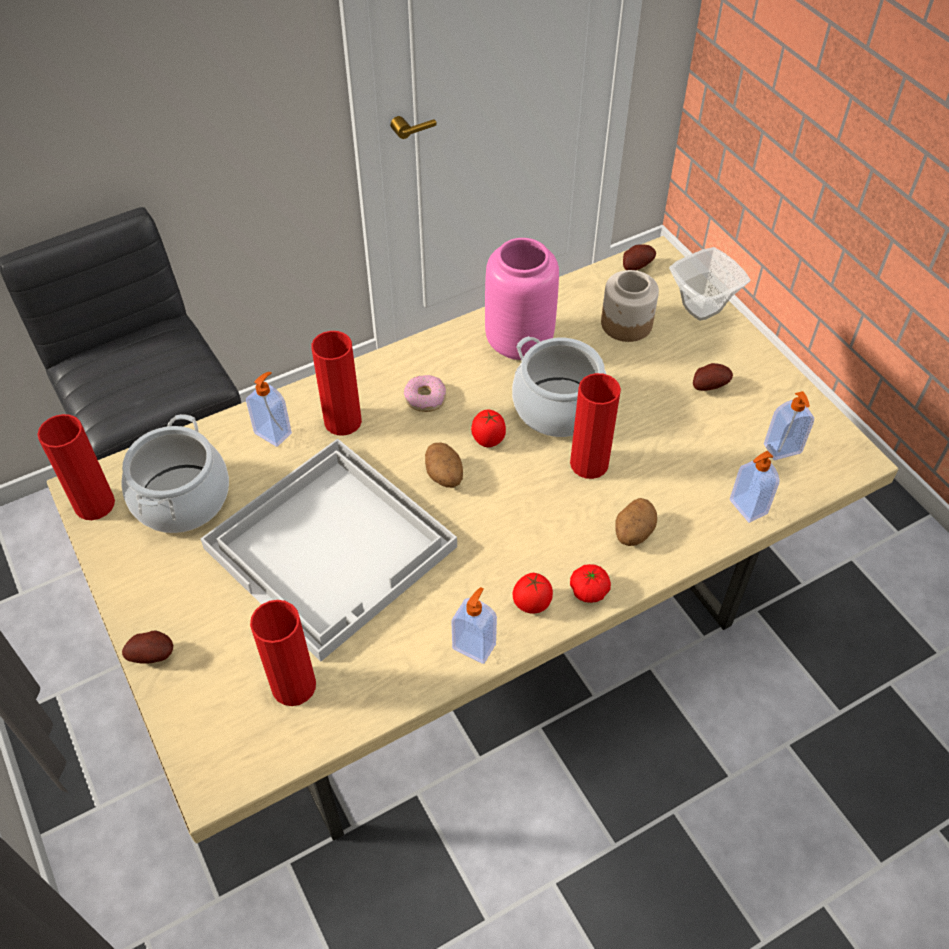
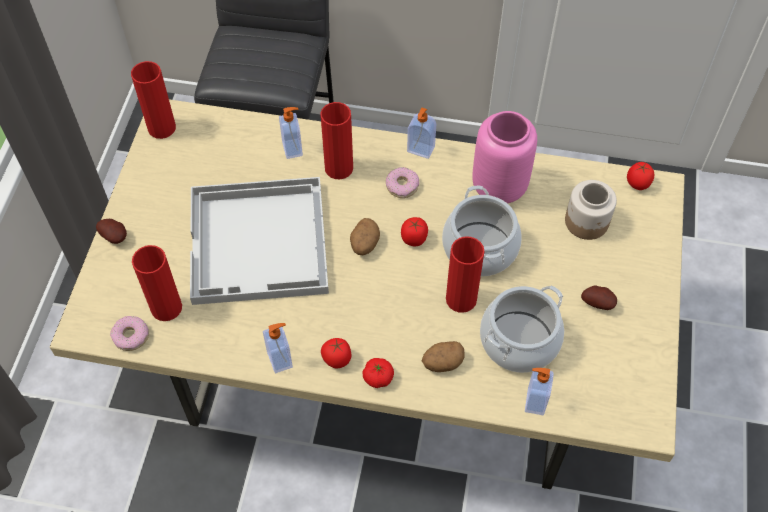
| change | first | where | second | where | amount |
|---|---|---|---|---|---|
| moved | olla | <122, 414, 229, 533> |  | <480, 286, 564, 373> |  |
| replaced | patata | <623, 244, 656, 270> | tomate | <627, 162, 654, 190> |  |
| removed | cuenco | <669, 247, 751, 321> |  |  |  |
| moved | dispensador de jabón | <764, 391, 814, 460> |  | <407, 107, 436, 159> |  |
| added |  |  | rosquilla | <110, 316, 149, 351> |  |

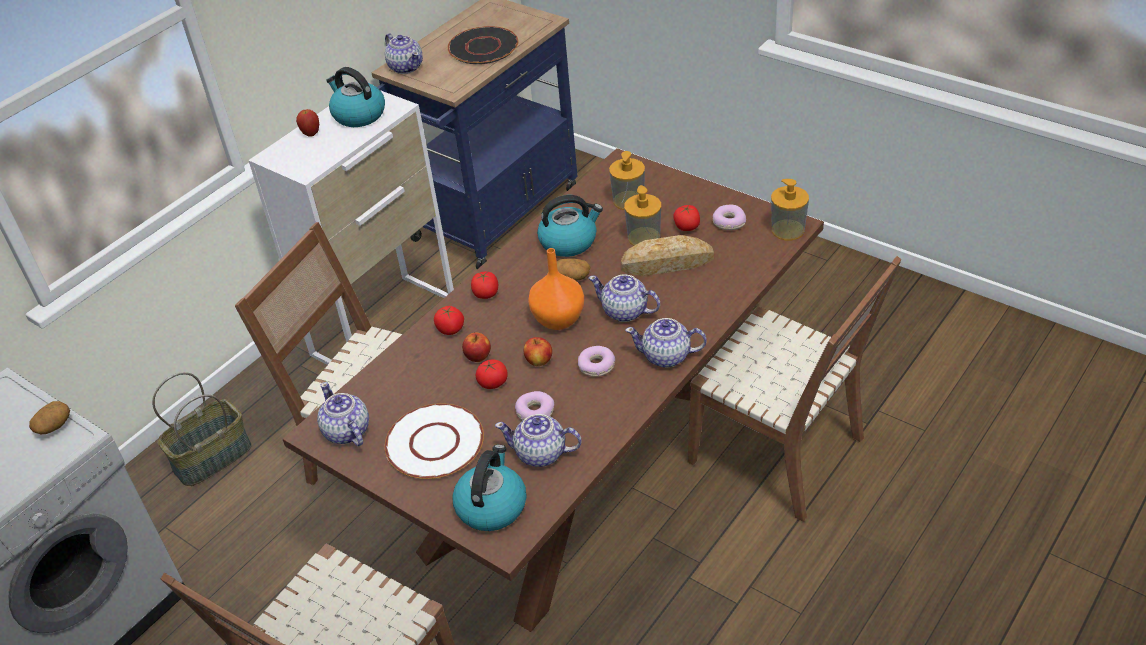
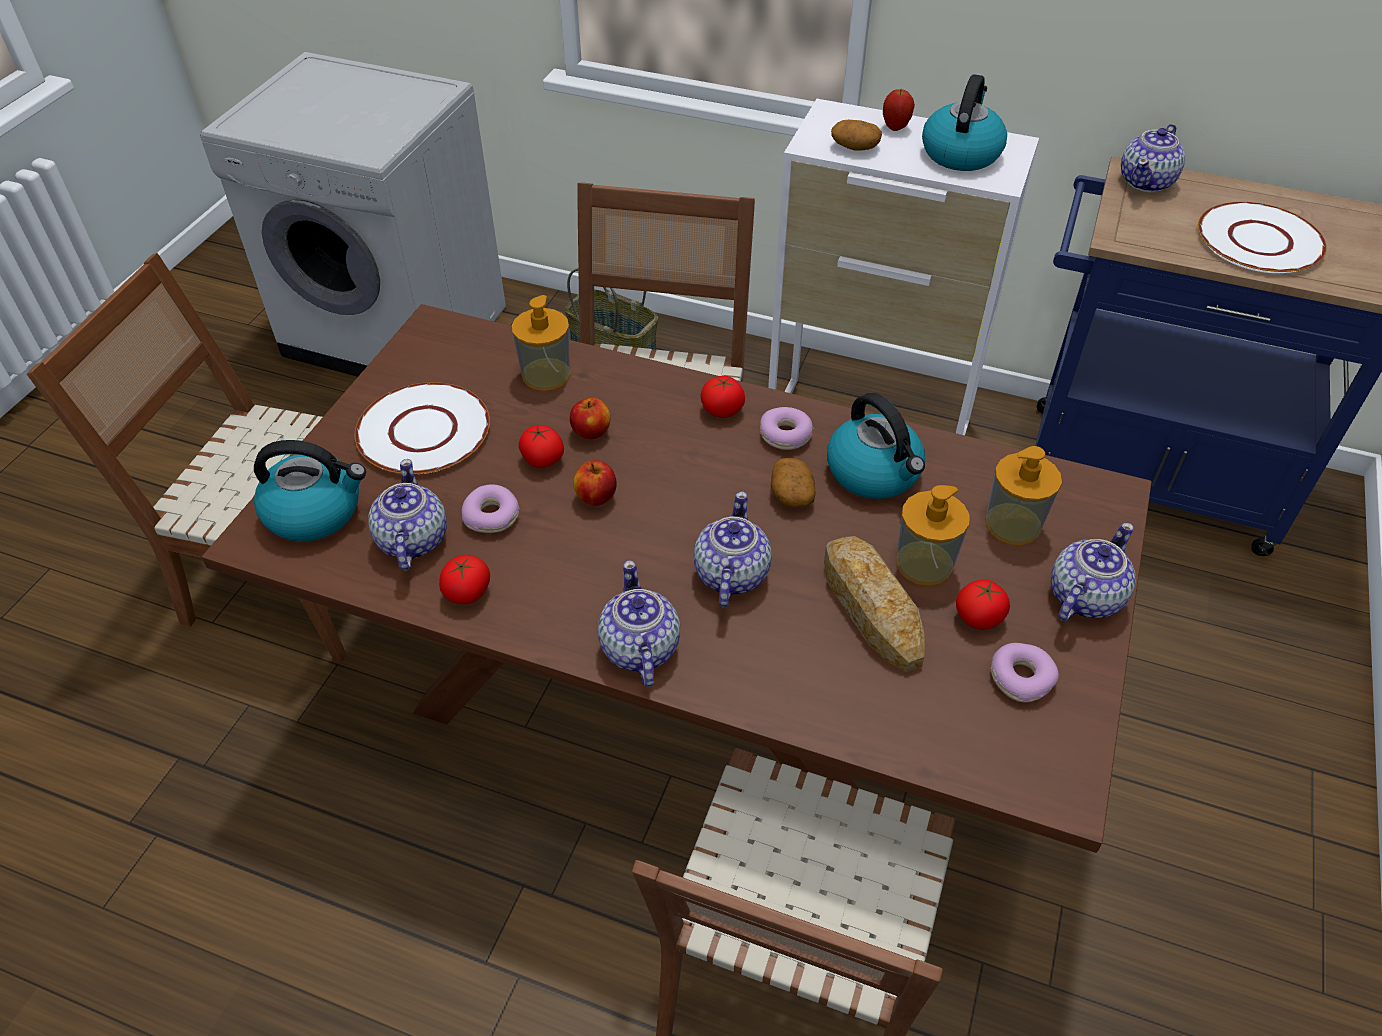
| change | first | where | second | where | amount |
|---|---|---|---|---|---|
| moved | patata | <29, 401, 70, 434> |  | <831, 120, 882, 151> |  |
| moved | tetera | <317, 382, 369, 446> |  | <1051, 522, 1136, 621> |  |
| moved | tomate | <434, 306, 464, 335> |  | <439, 555, 490, 604> |  |
| recoloured | plato/negro | <447, 26, 518, 64> | plato/blanco | <1198, 202, 1327, 273> |  |
| removed | florero/naranja | <528, 248, 584, 330> |  |  |  |
| moved | rosquilla | <578, 346, 615, 377> |  | <760, 407, 814, 450> |  |
| moved | dispensador de jabón | <771, 179, 809, 240> |  | <512, 295, 571, 391> |  |

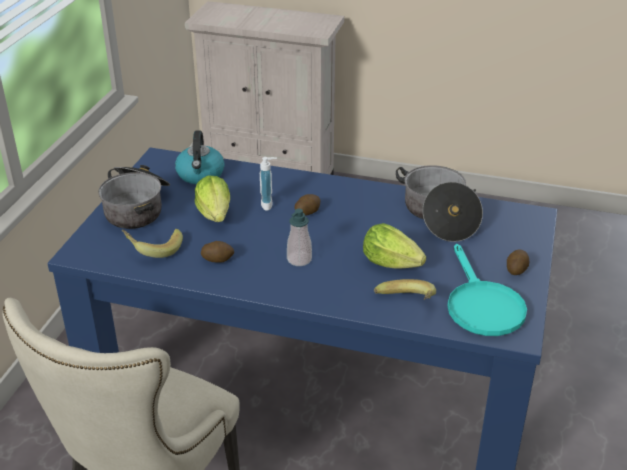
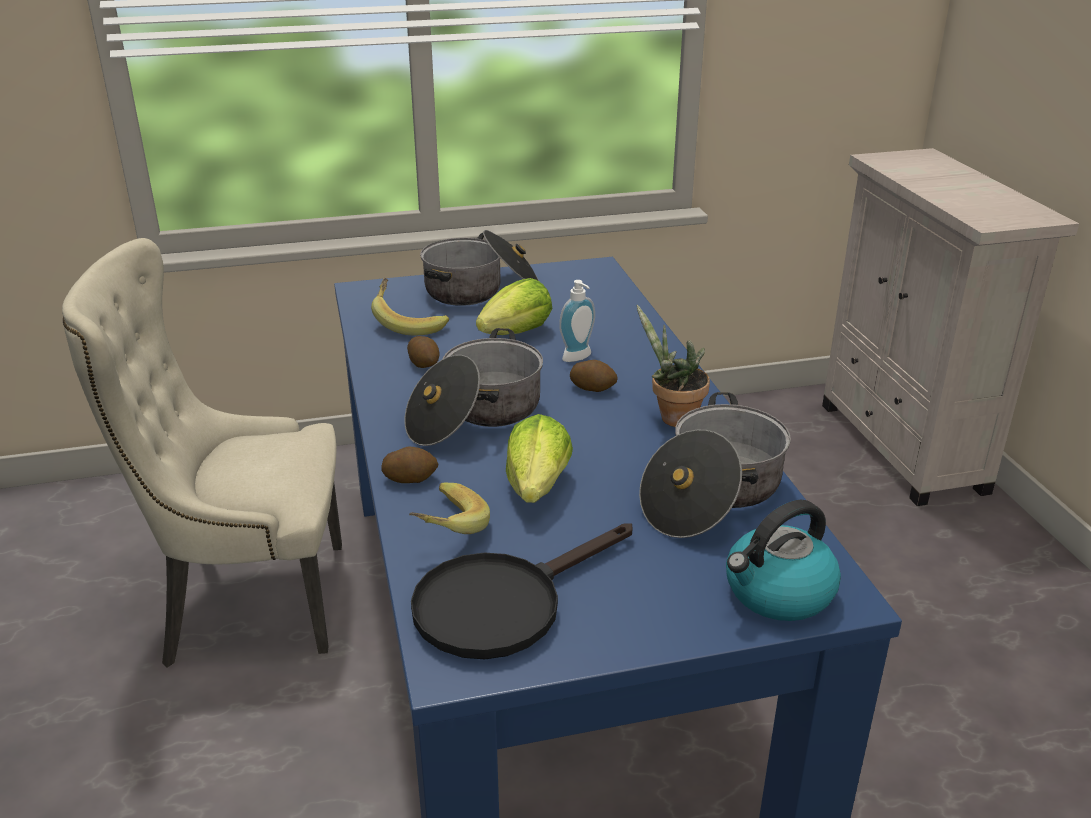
| change | first | where | second | where | amount |
|---|---|---|---|---|---|
| moved | hervidor | <175, 131, 225, 184> |  | <726, 500, 841, 621> |  |
| replaced | dispensador de jabón | <287, 209, 312, 266> | olla | <404, 328, 543, 446> |  |
| recoloured | sartén/turquesa | <448, 244, 527, 336> | sartén/negro | <411, 523, 632, 659> |  |
| moved | patata | <507, 250, 529, 275> |  | <381, 447, 438, 483> |  |
| added |  |  | planta en maceta | <637, 305, 710, 427> |  |

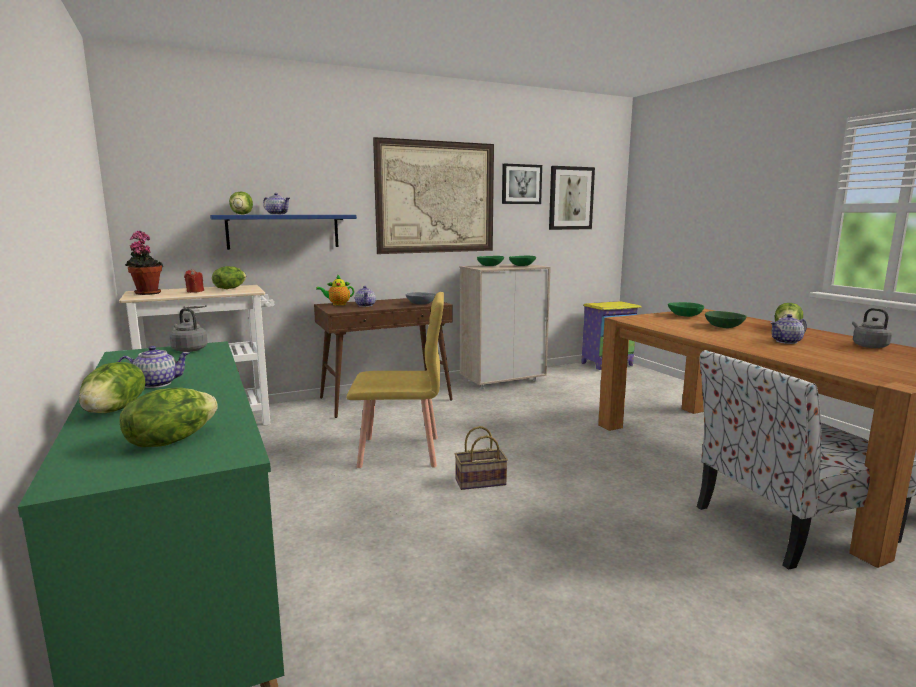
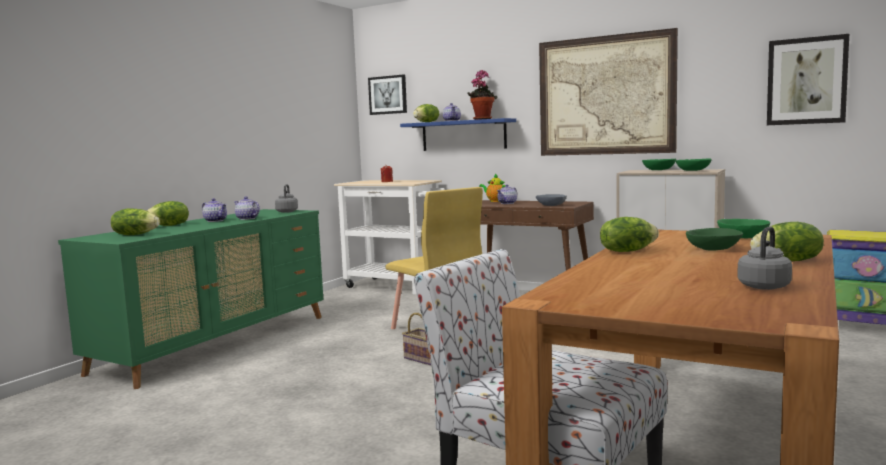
| change | first | where | second | where | amount |
|---|---|---|---|---|---|
| moved | planta en maceta | <125, 231, 164, 295> |  | <467, 70, 498, 120> |  |
| moved | lechuga | <212, 266, 246, 289> |  | <600, 217, 659, 252> |  |
| moved | cuadro | <502, 164, 542, 204> |  | <368, 74, 407, 115> |  |
| moved | tetera | <770, 314, 807, 344> |  | <234, 196, 260, 220> |  |

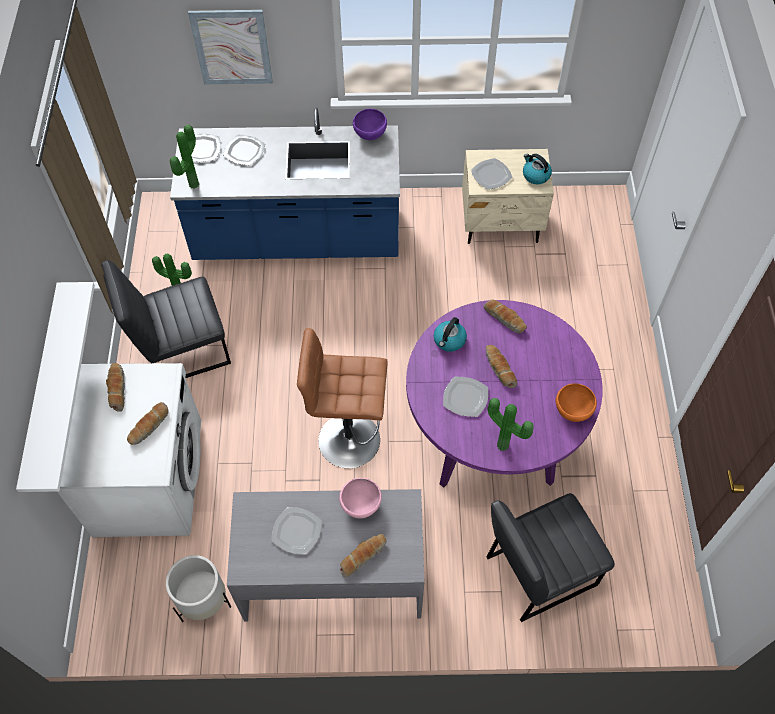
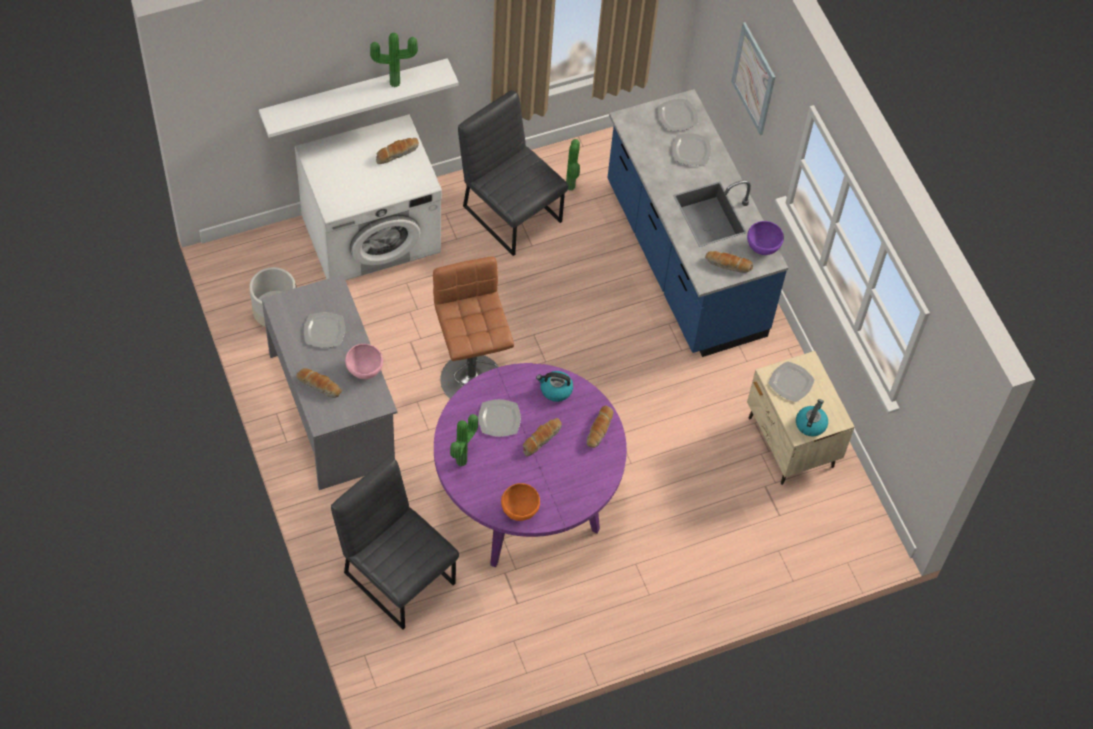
| change | first | where | second | where | amount |
|---|---|---|---|---|---|
| moved | pan | <127, 402, 169, 445> |  | <705, 251, 753, 273> |  |
| moved | planta en maceta | <170, 125, 199, 189> |  | <370, 33, 418, 87> |  |

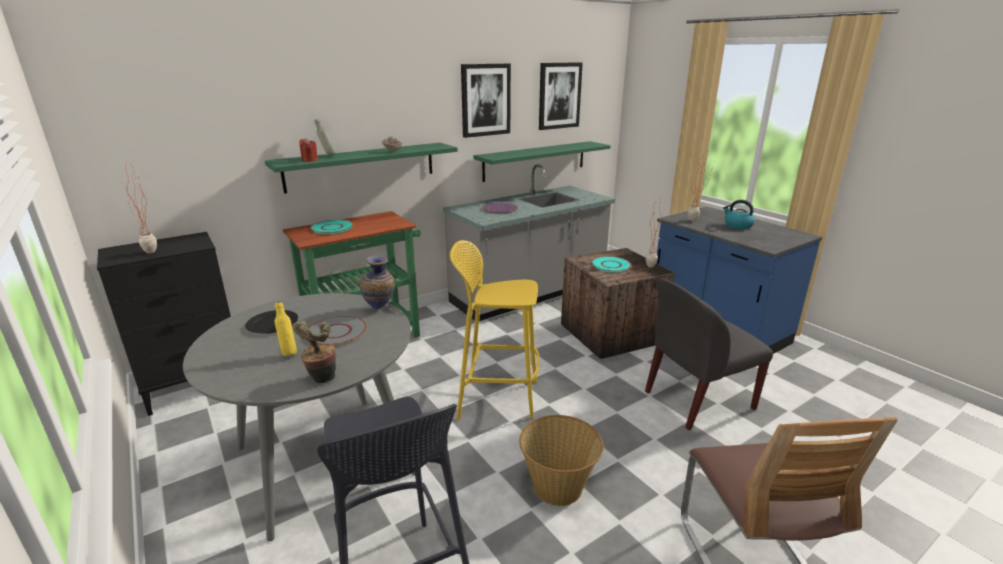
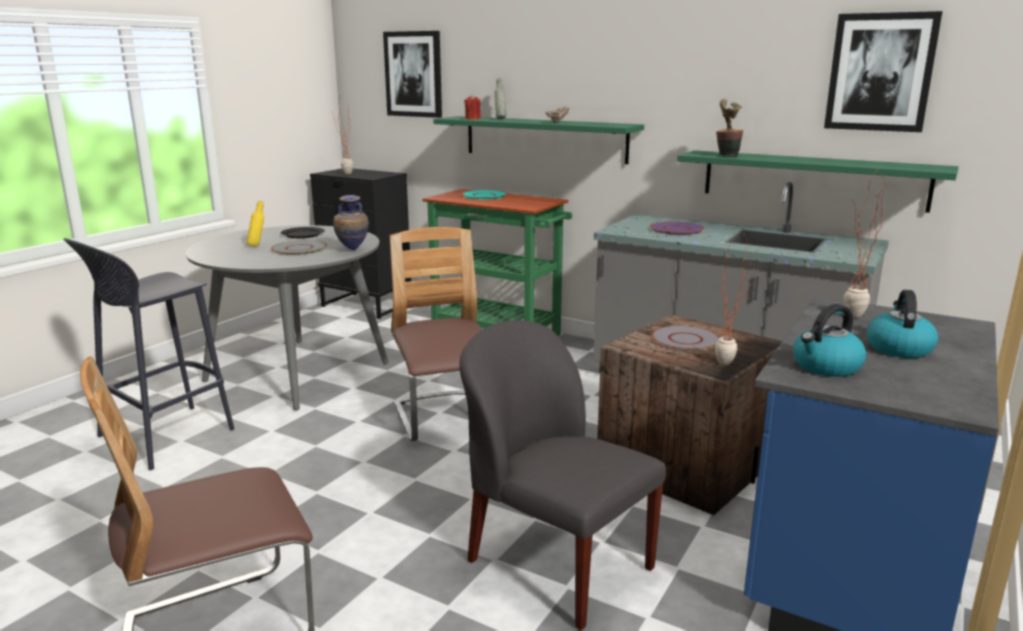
| change | first | where | second | where | amount |
|---|---|---|---|---|---|
| moved | planta en maceta | <293, 321, 336, 383> |  | <716, 99, 743, 157> |  |
| replaced | taburete/amarillo | <449, 240, 540, 420> | silla | <390, 227, 483, 441> |  |
| moved | cuadro | <461, 64, 511, 138> |  | <383, 31, 442, 118> |  |
| removed | cesta | <519, 415, 604, 506> |  |  |  |
| recoloured | plato/turquesa | <591, 256, 632, 272> | plato/gris | <651, 326, 720, 351> |  |
| added |  |  | hervidor | <793, 304, 866, 377> |  |

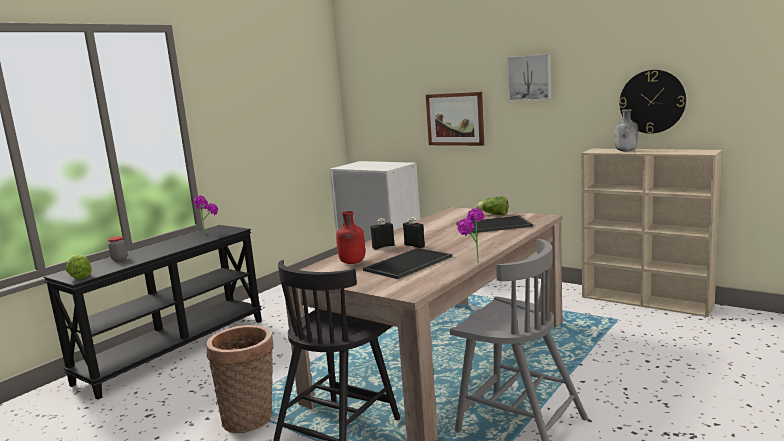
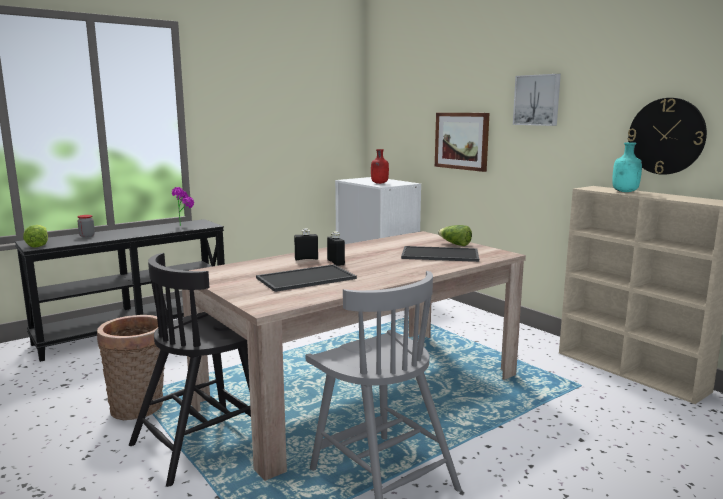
| change | first | where | second | where | amount |
|---|---|---|---|---|---|
| moved | botella/rojo | <336, 211, 365, 264> |  | <371, 149, 389, 184> |  |
| removed | planta en maceta | <457, 208, 485, 262> |  |  |  |
| recoloured | botella/gris | <615, 109, 638, 152> | botella/turquesa | <612, 142, 642, 192> |  |

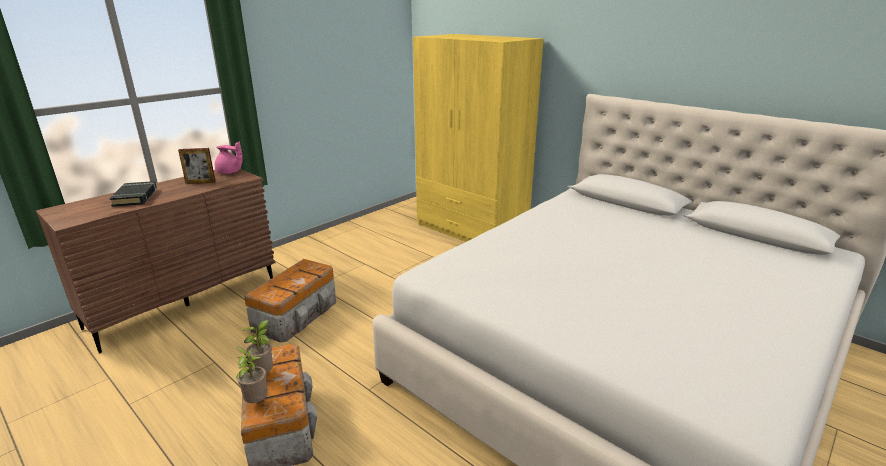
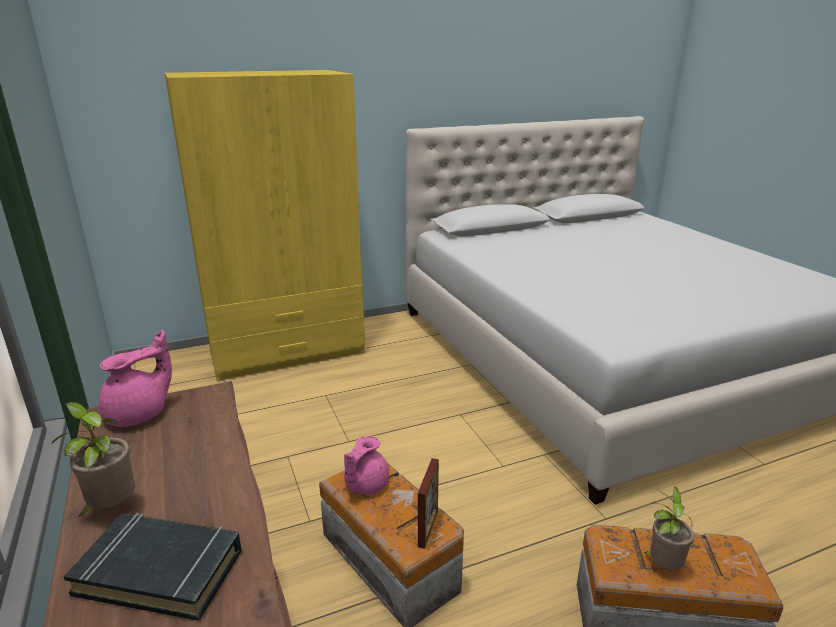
| change | first | where | second | where | amount |
|---|---|---|---|---|---|
| moved | portarretratos | <178, 148, 216, 184> |  | <418, 458, 439, 549> |  |
| moved | planta en maceta | <236, 345, 268, 403> |  | <44, 402, 135, 518> |  |
| added |  |  | tetera/rosa | <344, 436, 389, 495> |  |

